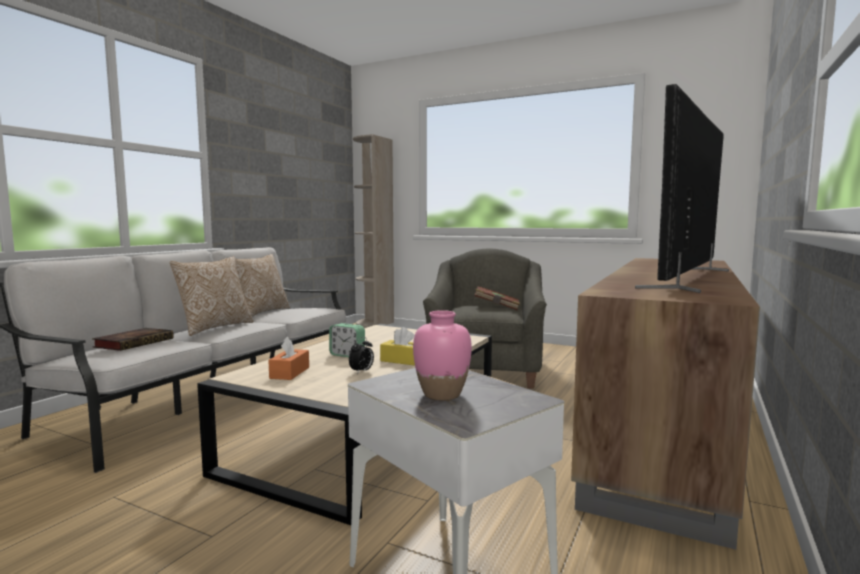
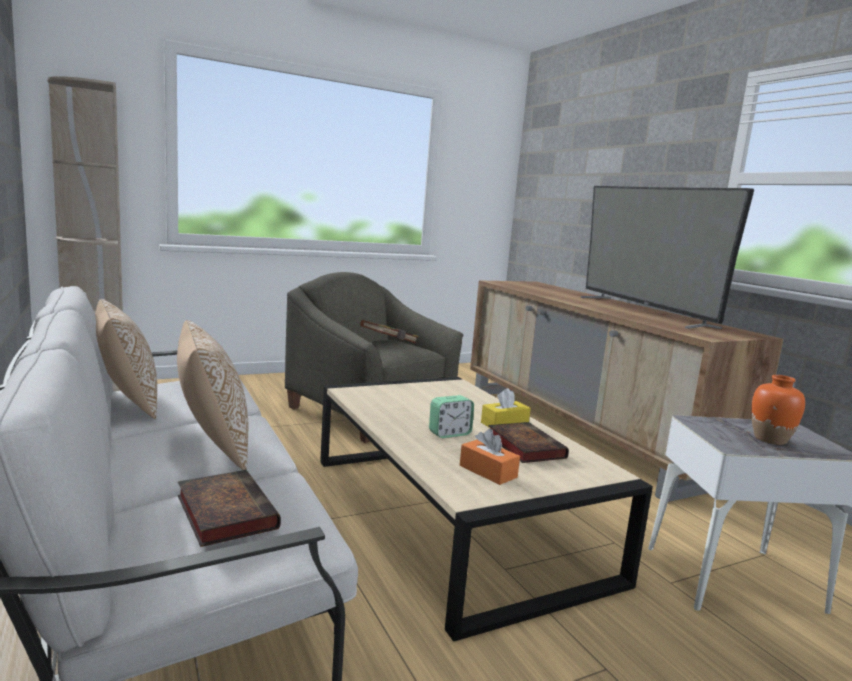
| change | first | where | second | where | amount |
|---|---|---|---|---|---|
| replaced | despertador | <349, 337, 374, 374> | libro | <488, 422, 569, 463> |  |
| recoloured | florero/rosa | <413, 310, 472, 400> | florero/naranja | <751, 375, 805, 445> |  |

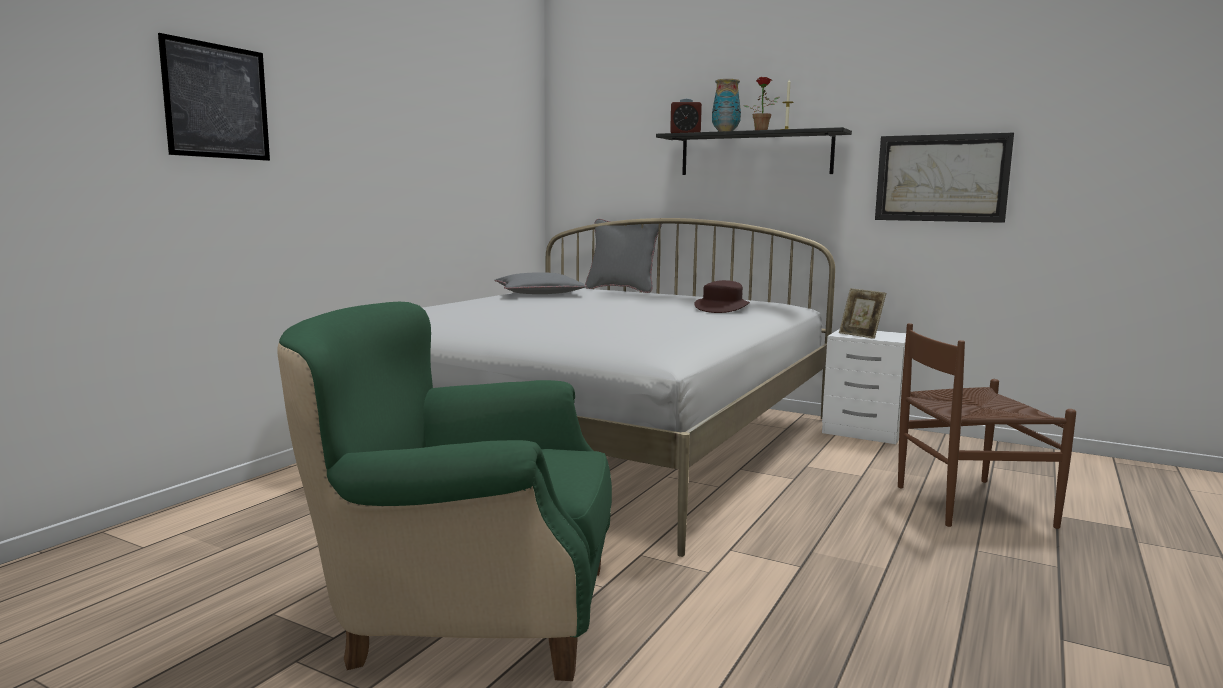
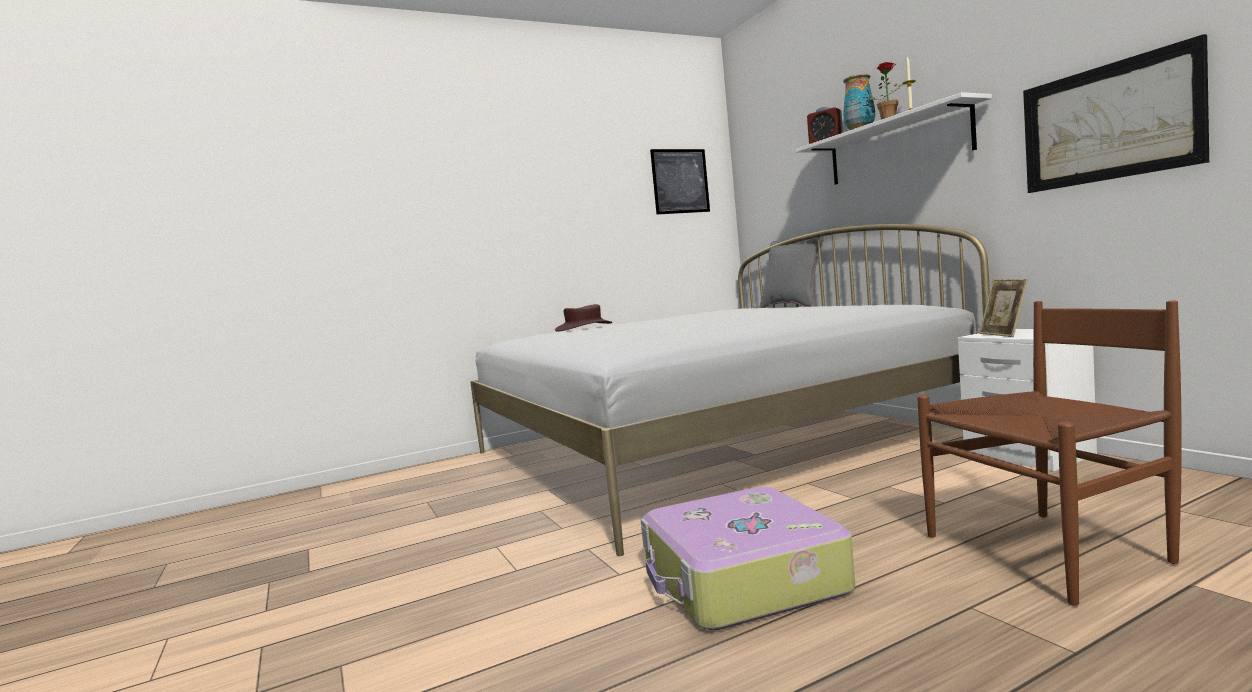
| change | first | where | second | where | amount |
|---|---|---|---|---|---|
| moved | cuadro | <158, 33, 270, 161> |  | <650, 149, 710, 214> |  |
| removed | sillón/verde | <277, 302, 612, 681> |  |  |  |
| removed | cojín/gris | <495, 272, 587, 294> |  |  |  |
| recoloured | estante/negro | <656, 127, 852, 175> | estante/blanco | <796, 92, 992, 185> |  |
| moved | sombrero/marrón | <694, 280, 750, 313> |  | <555, 304, 612, 331> |  |
| turned | silla/marrón | <898, 323, 1076, 529> |  | <917, 301, 1182, 606> | 135 degrees clockwise |
| added |  |  | maleta | <641, 487, 856, 630> |  |

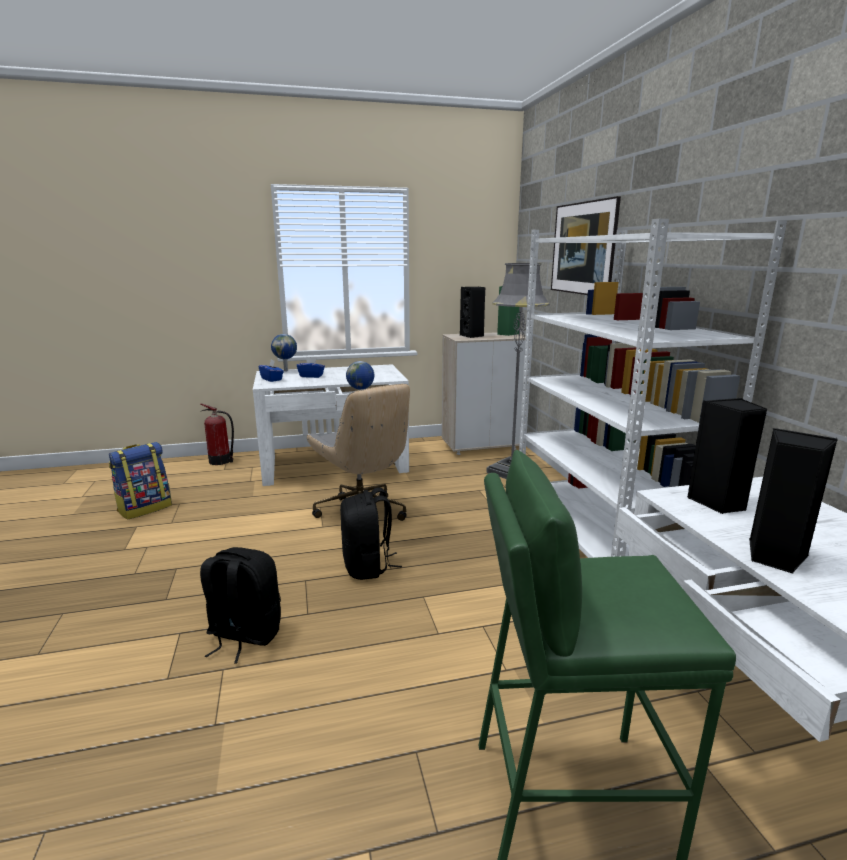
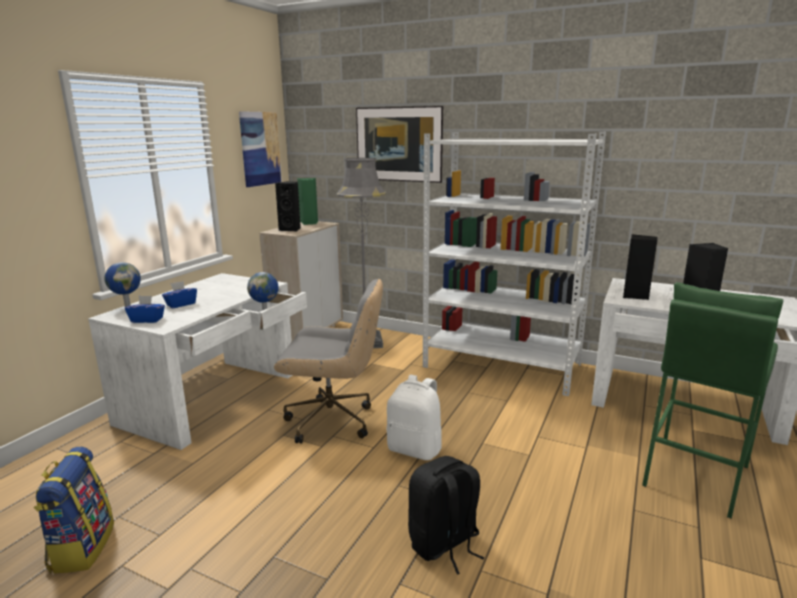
| change | first | where | second | where | amount |
|---|---|---|---|---|---|
| removed | extintor | <201, 403, 234, 465> |  |  |  |
| recoloured | mochila/negro | <340, 488, 402, 580> | mochila/blanco | <386, 375, 442, 460> |  |
| added |  |  | cuadro | <239, 111, 282, 187> |  |

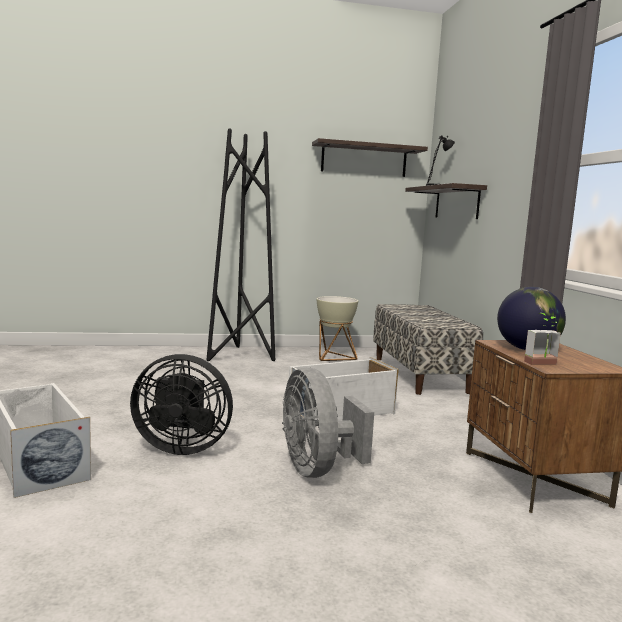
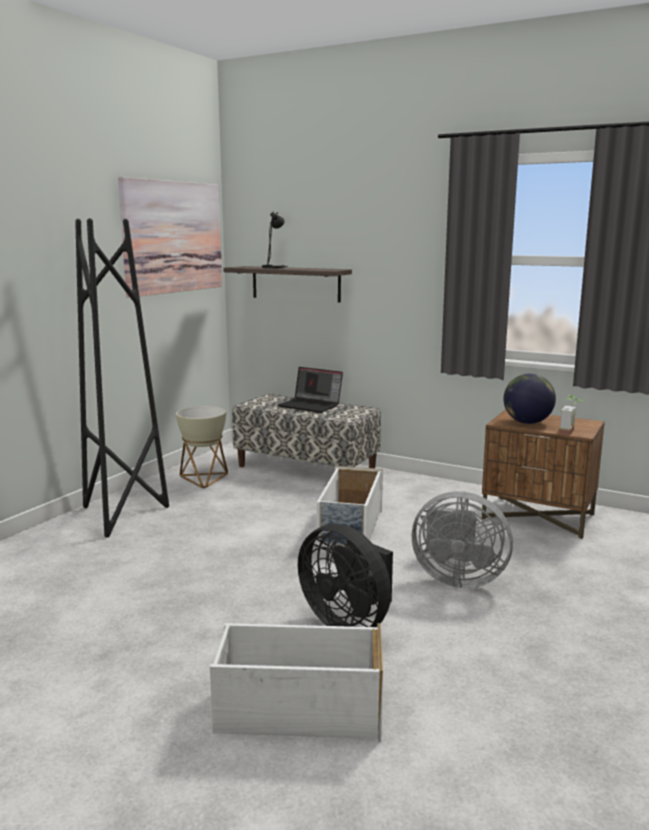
| change | first | where | second | where | amount |
|---|---|---|---|---|---|
| turned | ventilador/negro | <130, 354, 233, 455> |  | <298, 524, 393, 627> | 90 degrees clockwise |
| replaced | estante | <312, 138, 428, 177> | cuadro | <118, 177, 222, 297> |  |
| added |  |  | portátil | <278, 367, 343, 413> |  |

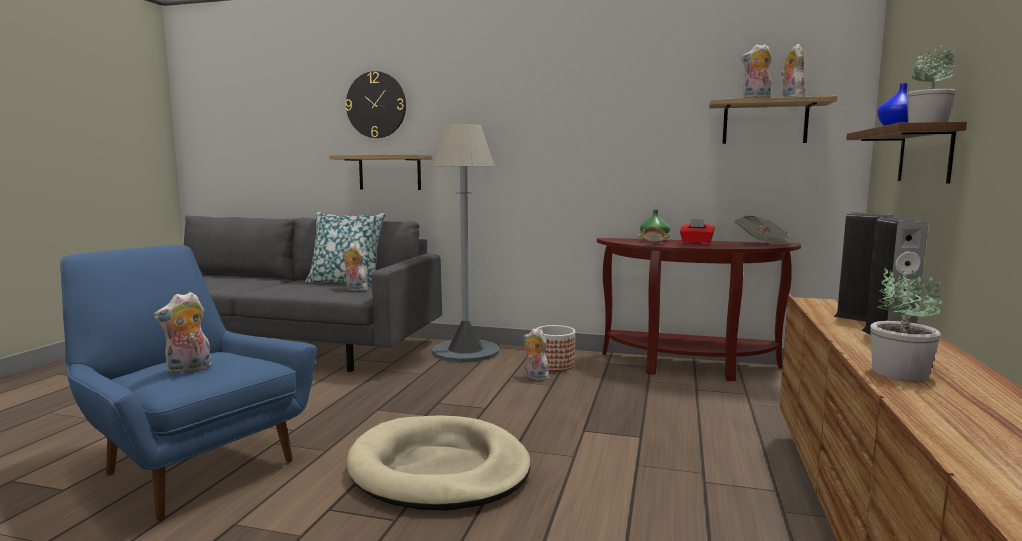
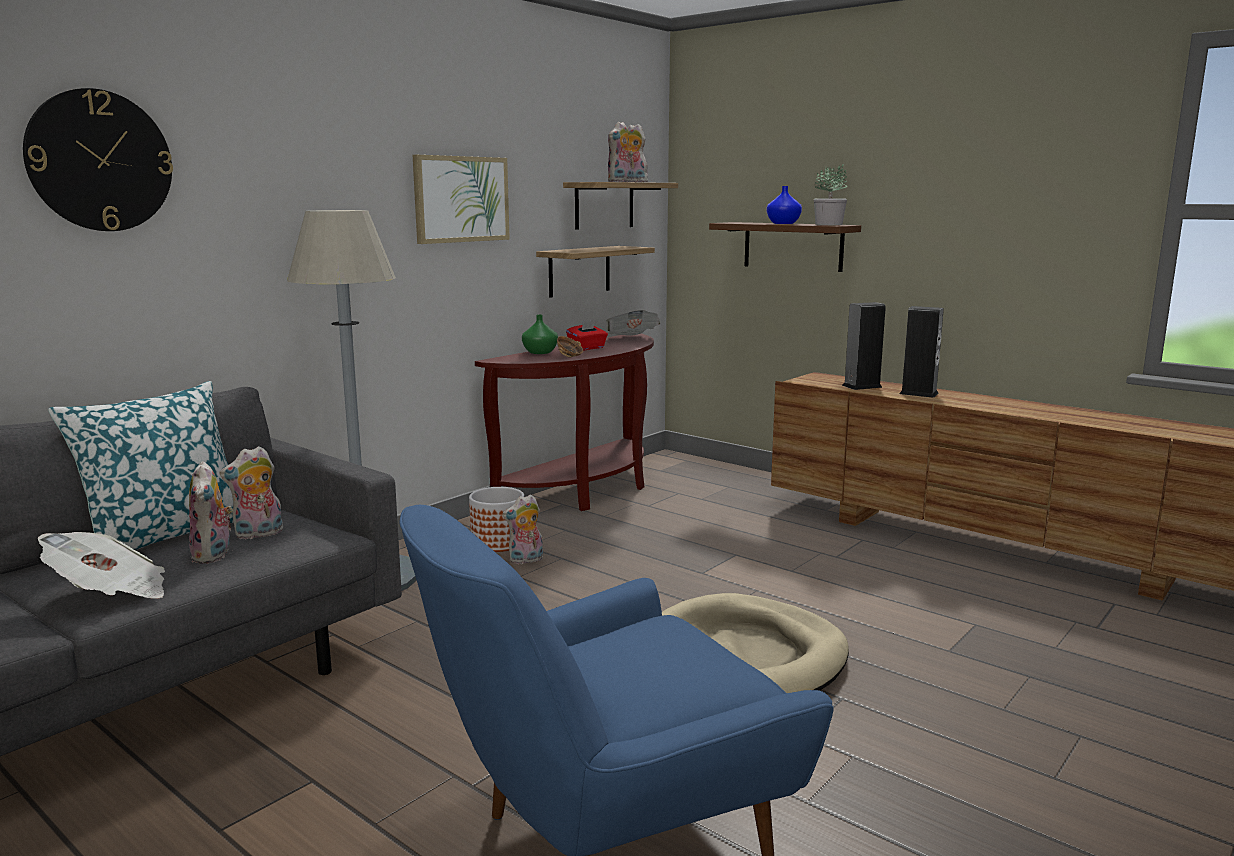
| change | first | where | second | where | amount |
|---|---|---|---|---|---|
| moved | peluche | <154, 292, 211, 375> |  | <189, 461, 233, 564> |  |
| moved | estante | <329, 154, 432, 190> |  | <536, 246, 655, 298> |  |
| removed | planta en maceta | <870, 267, 942, 381> |  |  |  |
| added |  |  | periódico | <38, 532, 165, 599> |  |
| added |  |  | cuadro | <413, 155, 510, 244> |  |

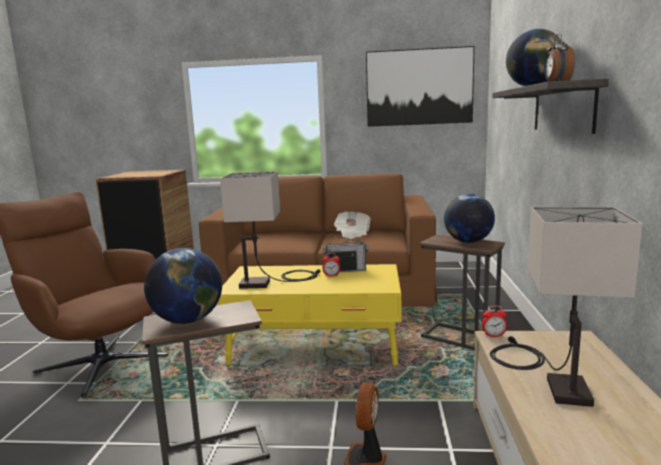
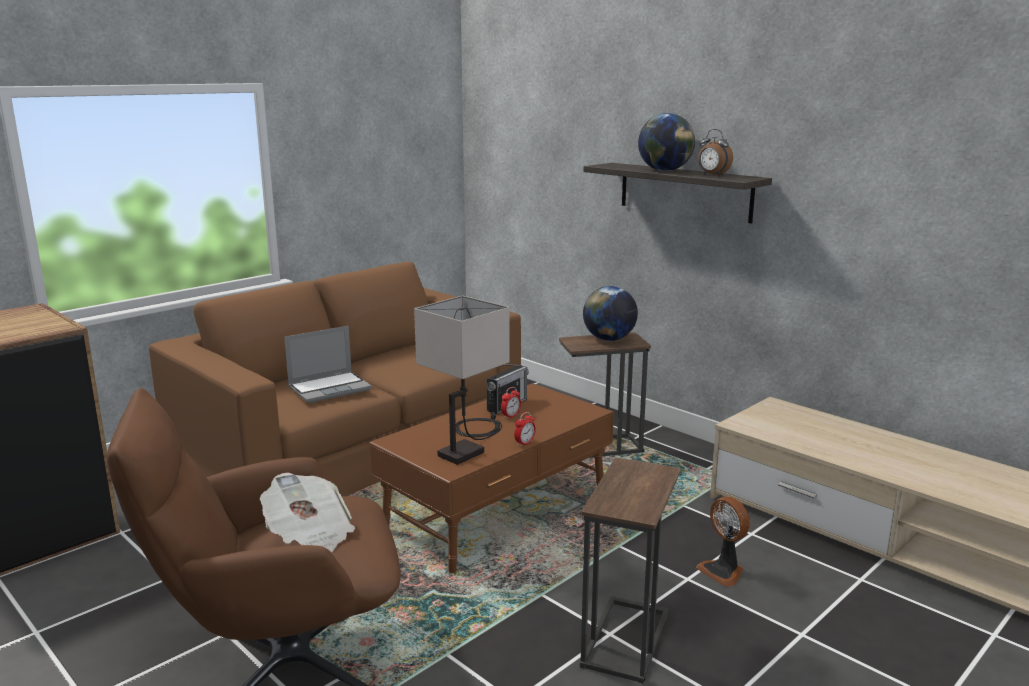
| change | first | where | second | where | amount |
|---|---|---|---|---|---|
| removed | globo terráqueo | <144, 248, 222, 324> |  |  |  |
| recoloured | mesa de centro/amarillo | <217, 264, 402, 365> | mesa de centro/marrón | <369, 383, 614, 573> |  |
| moved | periódico | <334, 212, 371, 239> |  | <260, 473, 355, 553> |  |
| removed | cuadro | <366, 46, 475, 127> |  |  |  |
| moved | despertador | <482, 306, 508, 337> |  | <514, 412, 536, 447> |  |
| removed | lámpara de mesa | <490, 207, 642, 407> |  |  |  |
| added |  |  | portátil | <284, 326, 371, 403> |  |

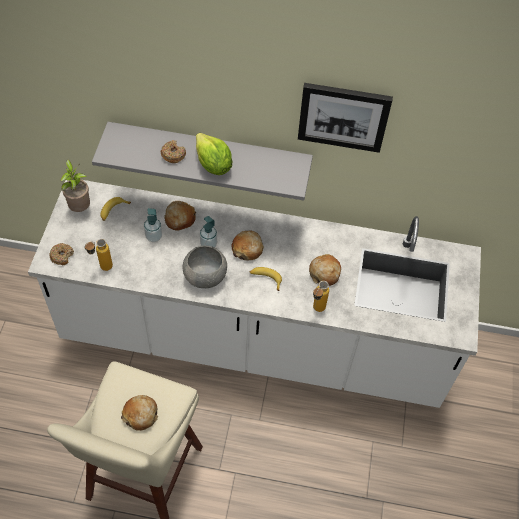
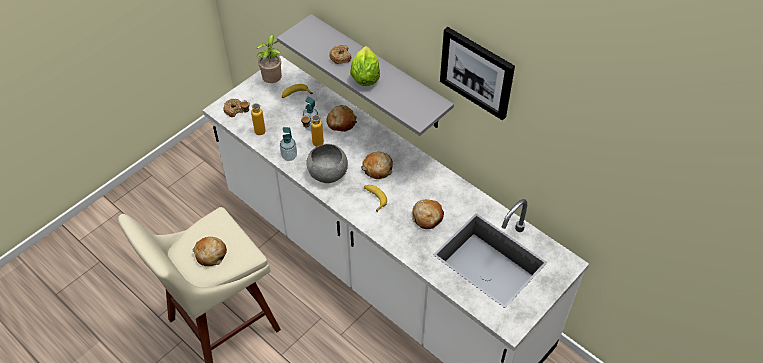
| change | first | where | second | where | amount |
|---|---|---|---|---|---|
| moved | dispensador de jabón | <200, 216, 217, 248> |  | <280, 127, 297, 161> |  |
| moved | botella | <313, 281, 329, 312> |  | <301, 115, 324, 147> |  |

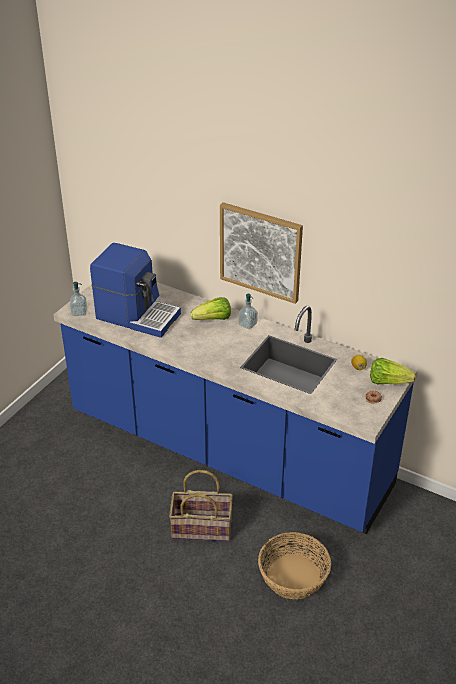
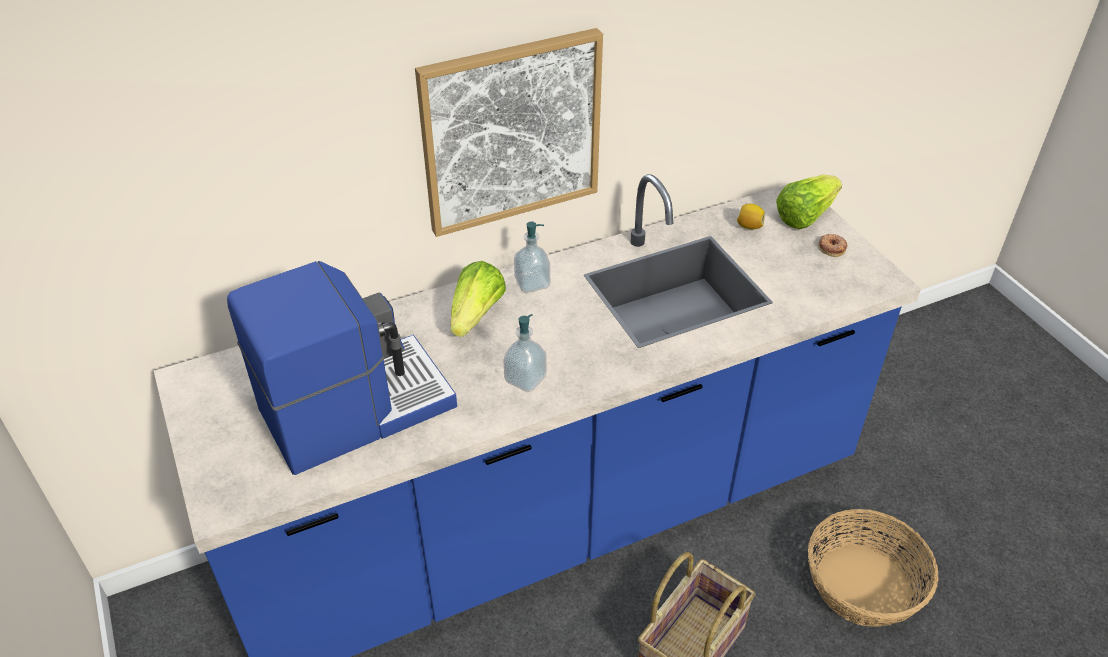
| change | first | where | second | where | amount |
|---|---|---|---|---|---|
| moved | dispensador de jabón | <70, 282, 87, 316> |  | <503, 314, 547, 392> |  |

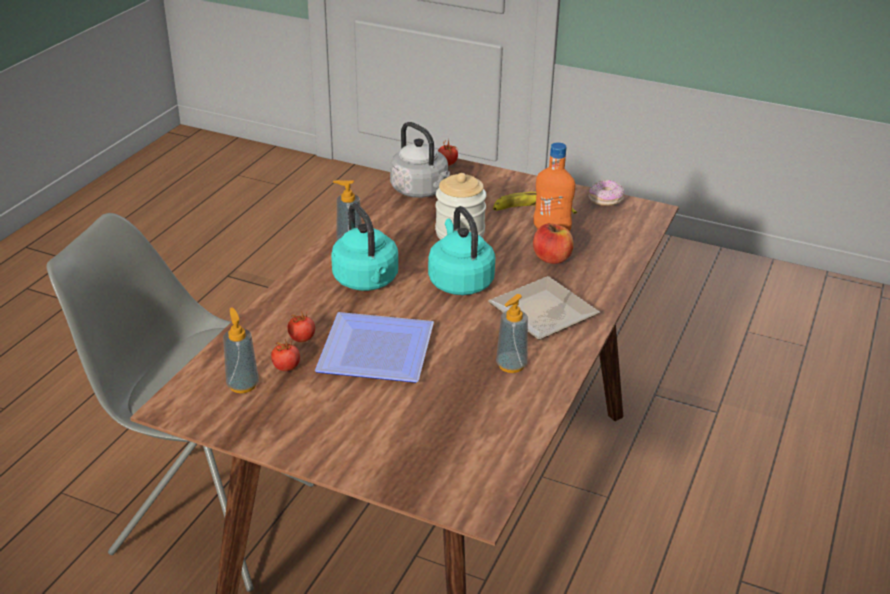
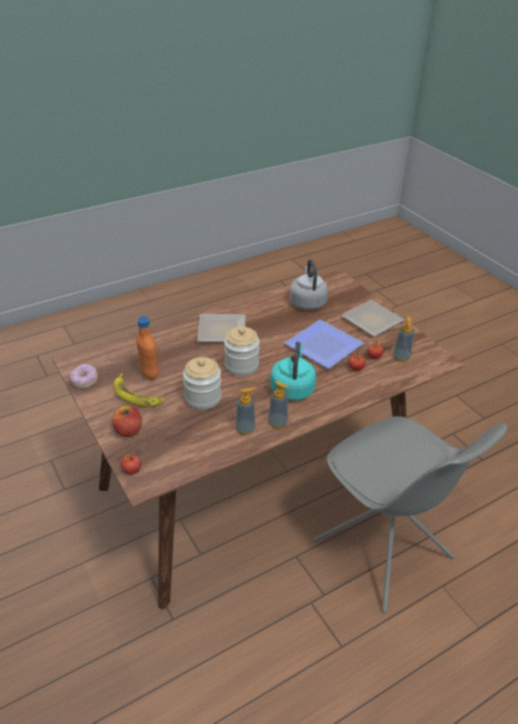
| change | first | where | second | where | amount |
|---|---|---|---|---|---|
| moved | hervidor/gris | <390, 122, 450, 198> |  | <290, 259, 328, 310> |  |
| replaced | hervidor/turquesa | <428, 206, 495, 295> | tarro | <224, 326, 260, 376> |  |
| moved | dispensador de jabón | <496, 294, 528, 373> |  | <235, 387, 257, 435> |  |
| moved | manzana | <533, 223, 574, 264> |  | <112, 406, 142, 437> |  |
| added |  |  | plato | <341, 300, 405, 337> |  |

